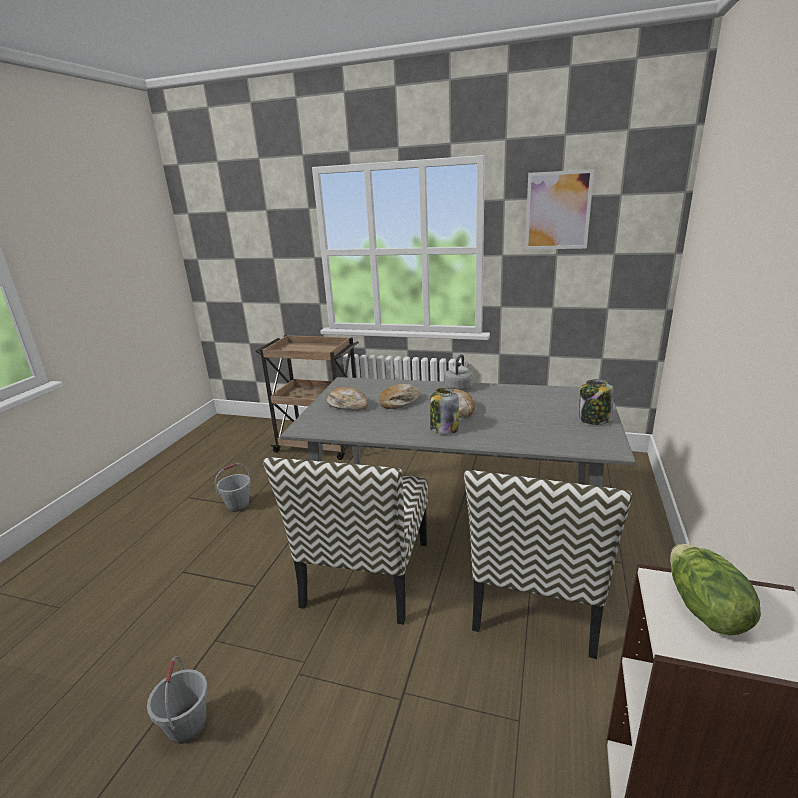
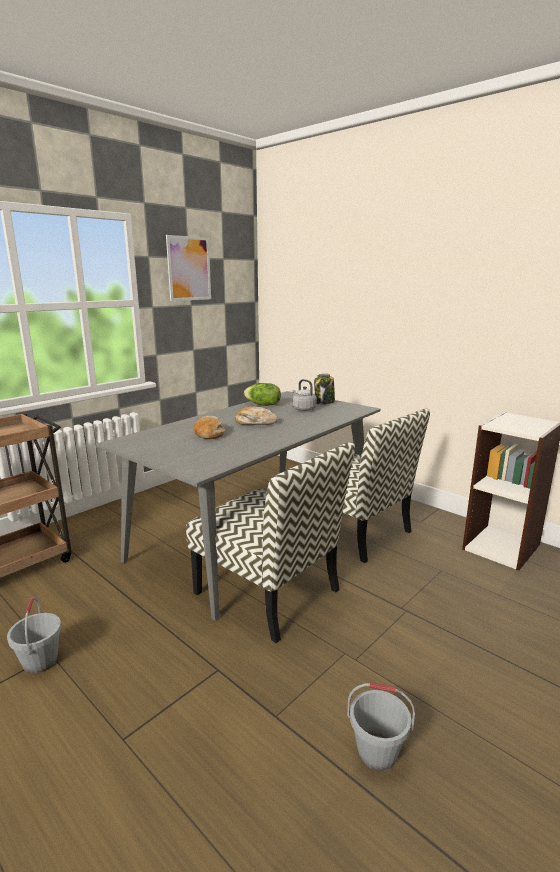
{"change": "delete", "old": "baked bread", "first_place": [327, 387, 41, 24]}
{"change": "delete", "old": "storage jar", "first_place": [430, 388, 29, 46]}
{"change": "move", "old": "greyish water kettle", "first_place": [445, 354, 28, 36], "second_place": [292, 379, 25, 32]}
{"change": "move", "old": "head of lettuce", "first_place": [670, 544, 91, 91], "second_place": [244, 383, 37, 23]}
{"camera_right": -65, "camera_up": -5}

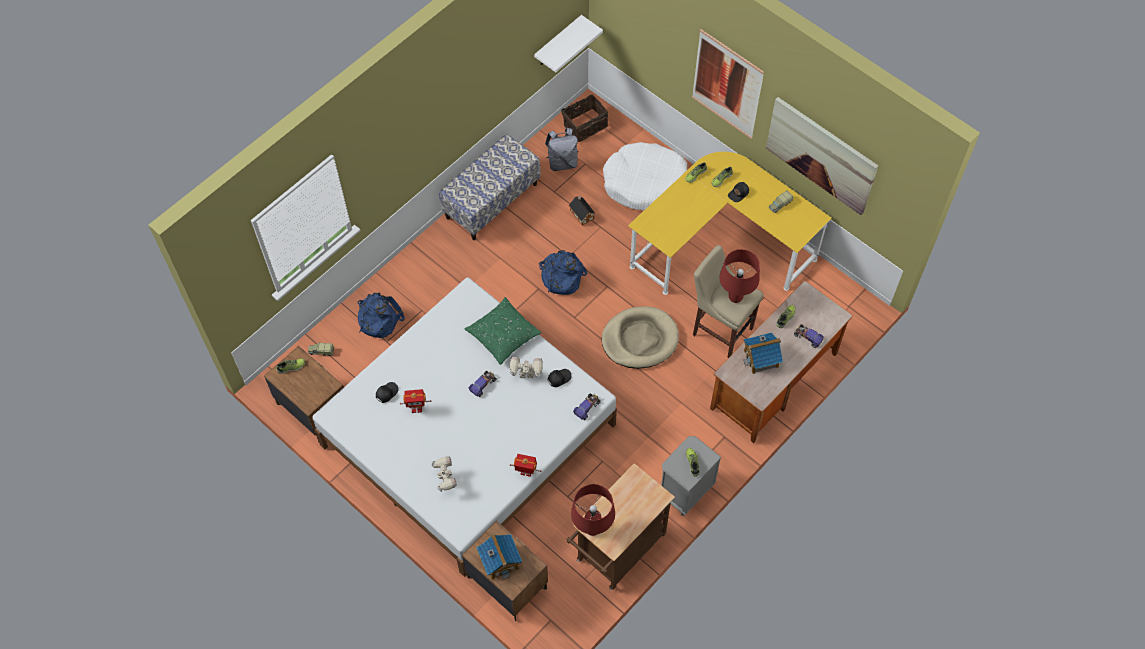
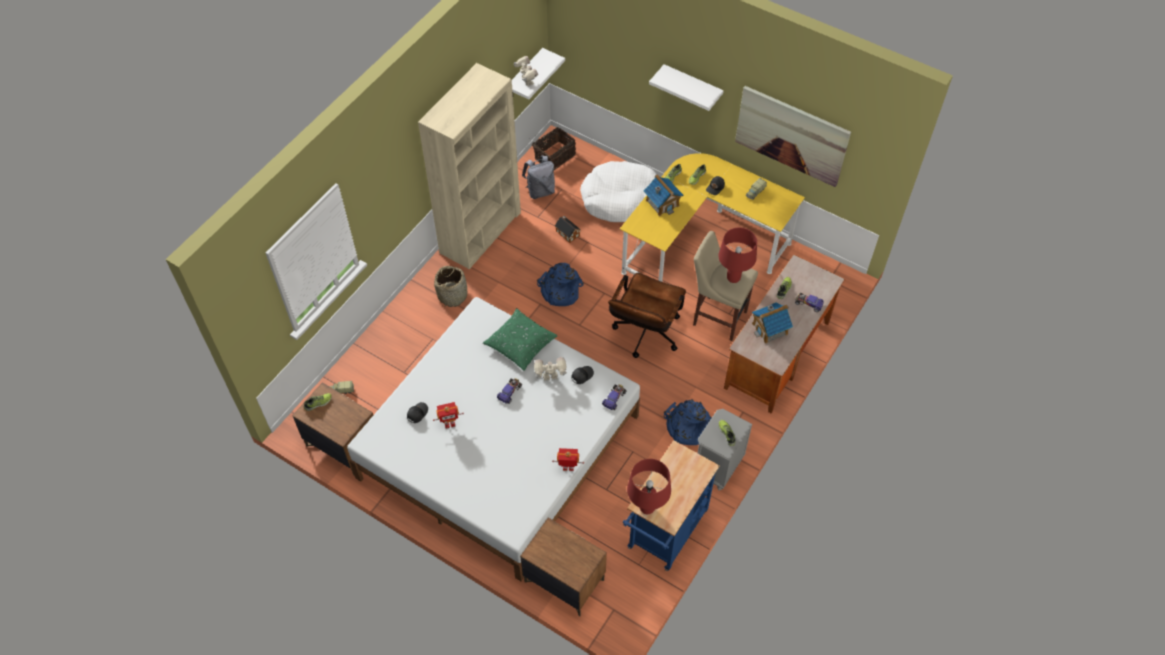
{"change": "insert", "new": "storage basket", "second_place": [434, 266, 33, 41]}
{"change": "move", "old": "blue-coloured knapsack", "first_place": [357, 293, 48, 45], "second_place": [664, 400, 48, 45]}
{"change": "move", "old": "robot figure", "first_place": [432, 457, 25, 35], "second_place": [514, 56, 24, 30]}
{"change": "move", "old": "toy house", "first_place": [477, 534, 45, 46], "second_place": [643, 174, 40, 42]}
{"change": "replace", "old": "long seat", "new": "sand-coloured bookcase", "first_place": [439, 134, 102, 106], "second_place": [418, 63, 103, 206]}
{"change": "replace", "old": "sand-coloured pet bed", "new": "brownish computer chair", "first_place": [602, 306, 77, 63], "second_place": [608, 273, 78, 85]}
{"change": "replace", "old": "wall picture", "new": "whitish bracket shelf", "first_place": [692, 29, 72, 110], "second_place": [649, 64, 75, 47]}
{"change": "recolor", "old": "brownish wheeled cart", "new": "blue-coloured wheeled cart", "first_place": [566, 463, 109, 127], "second_place": [623, 440, 97, 131]}
{"camera_right": -10, "camera_up": -5}

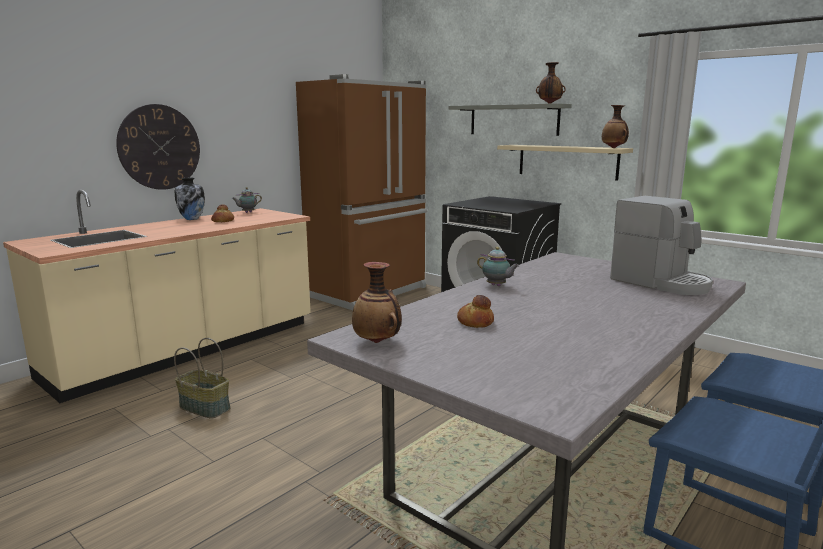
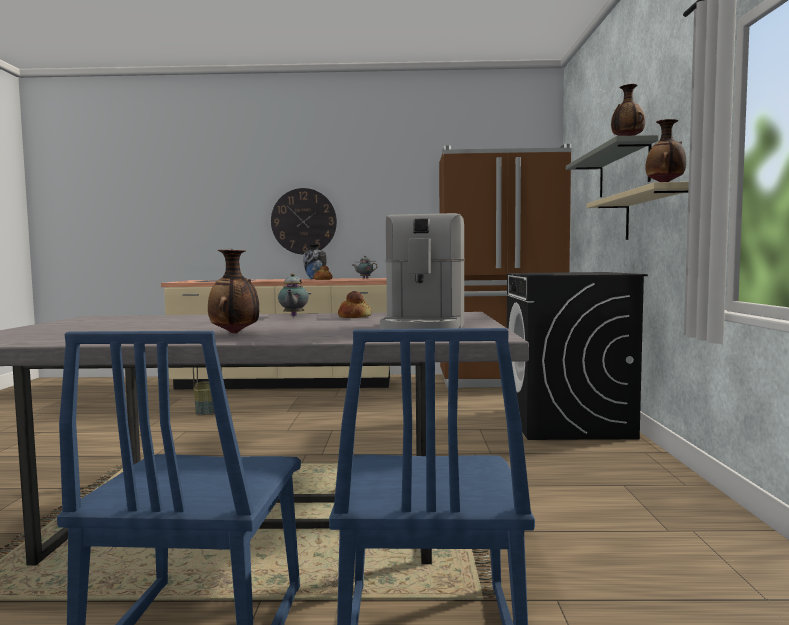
{"change": "move", "old": "decorative vase", "first_place": [352, 262, 50, 81], "second_place": [208, 250, 51, 84]}
{"change": "move", "old": "baked bread", "first_place": [457, 295, 37, 33], "second_place": [338, 291, 34, 27]}
{"camera_right": 50, "camera_up": -10}

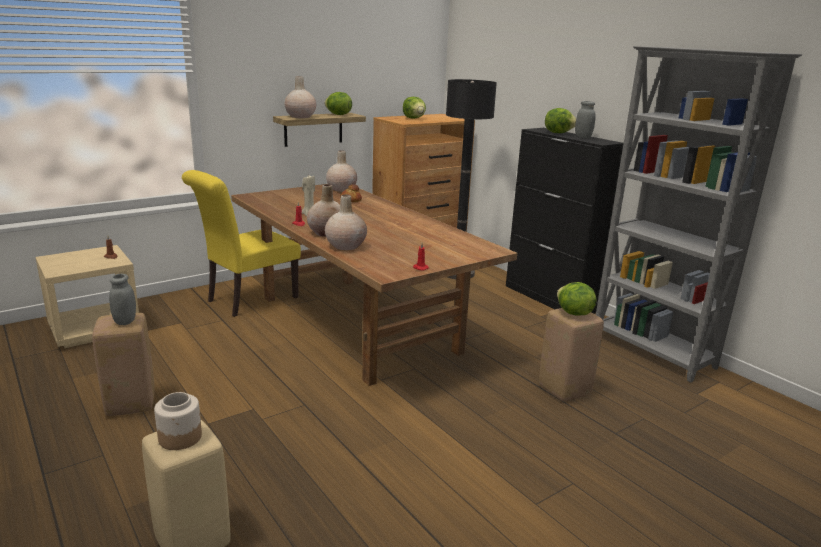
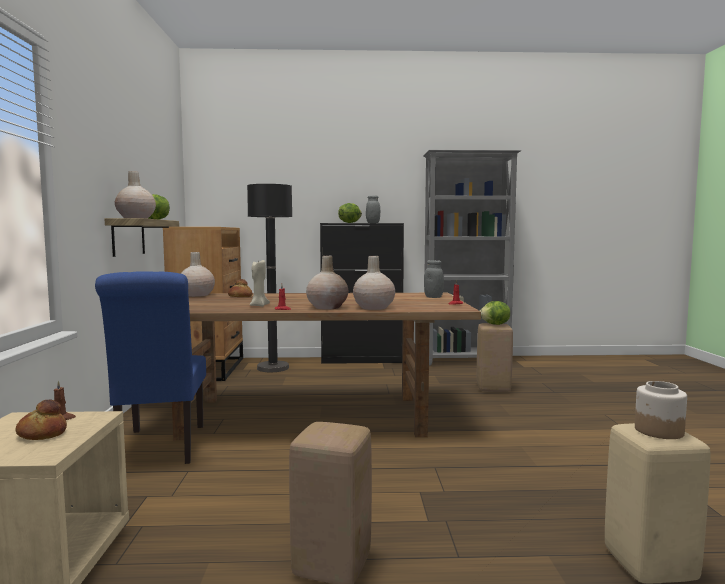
{"change": "delete", "old": "head of lettuce", "first_place": [403, 97, 23, 22]}
{"change": "insert", "new": "baked bread", "second_place": [15, 399, 52, 41]}
{"change": "move", "old": "greyish storage jar", "first_place": [109, 274, 27, 51], "second_place": [424, 260, 20, 38]}
{"change": "recolor", "old": "yellow-coloured chair", "new": "blue-coloured chair", "first_place": [182, 170, 119, 147], "second_place": [95, 271, 111, 193]}
{"camera_right": -55, "camera_up": -15}

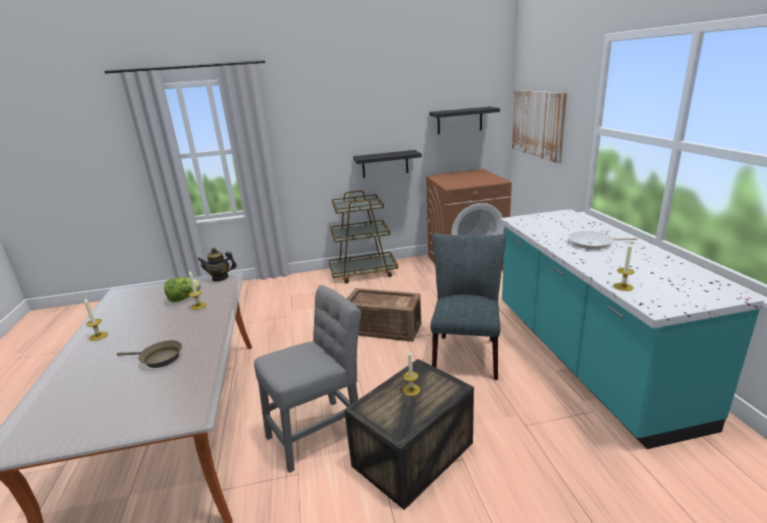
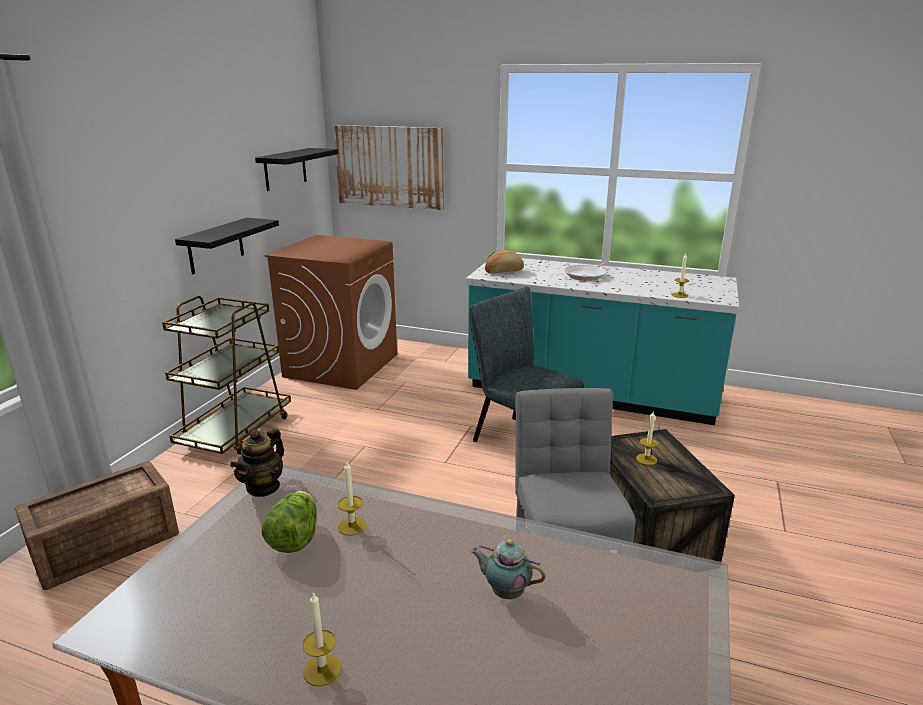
{"change": "insert", "new": "baked bread", "second_place": [485, 250, 39, 24]}
{"change": "move", "old": "crate", "first_place": [347, 288, 74, 54], "second_place": [15, 461, 164, 129]}
{"change": "replace", "old": "brownish skillet", "new": "tea pot", "first_place": [117, 340, 65, 28], "second_place": [471, 539, 75, 60]}
{"camera_right": -60, "camera_up": 0}

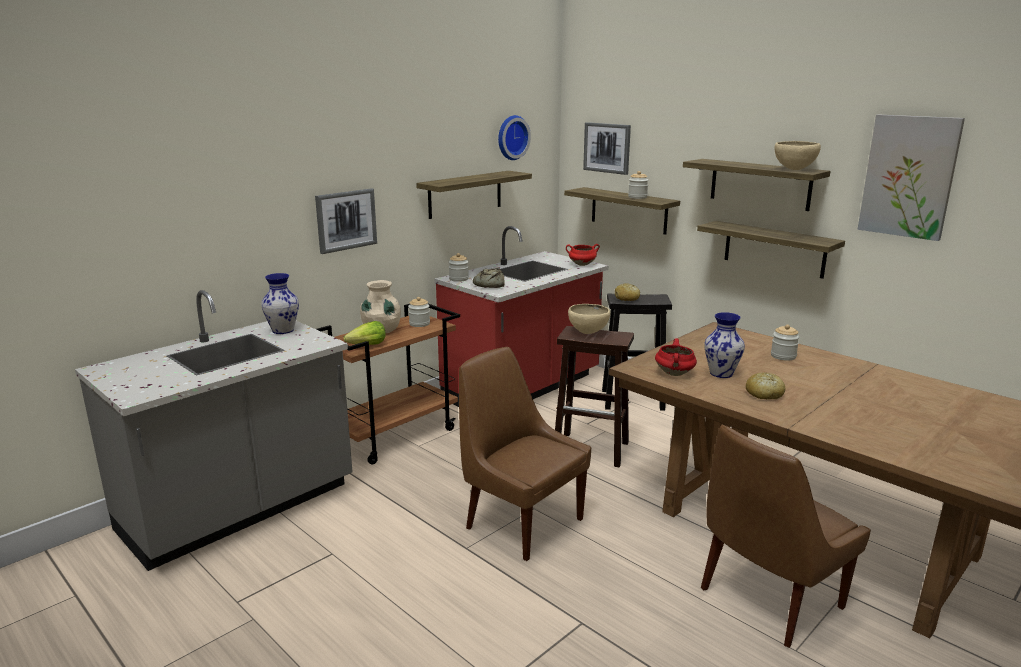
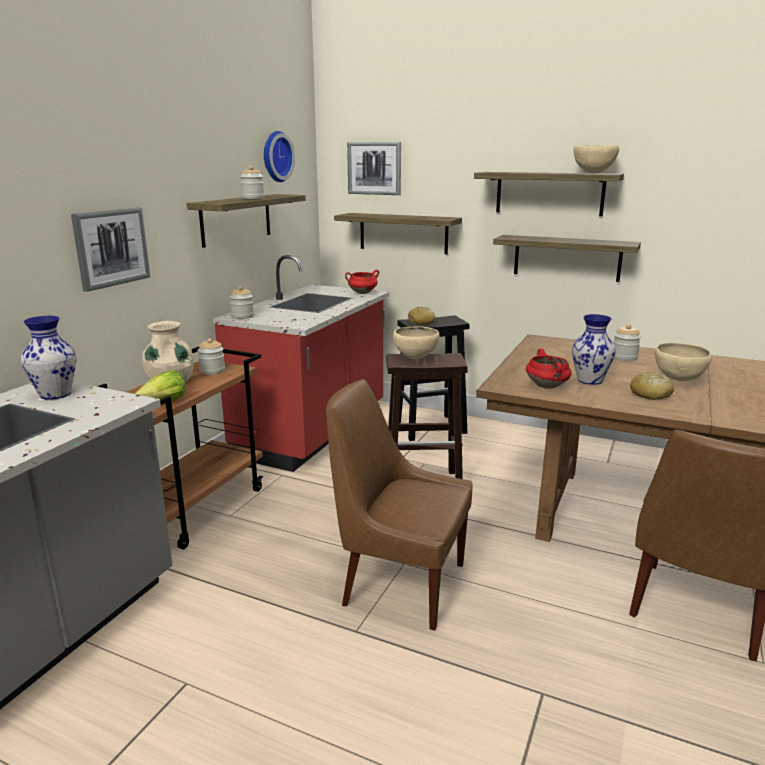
{"change": "delete", "old": "baked bread", "first_place": [473, 268, 32, 20]}
{"change": "delete", "old": "wall picture", "first_place": [857, 115, 108, 126]}
{"change": "insert", "new": "sand-coloured serving bowl", "second_place": [655, 343, 57, 38]}
{"change": "move", "old": "storage jar", "first_place": [628, 171, 20, 28], "second_place": [240, 166, 25, 33]}
{"camera_right": -20, "camera_up": 0}

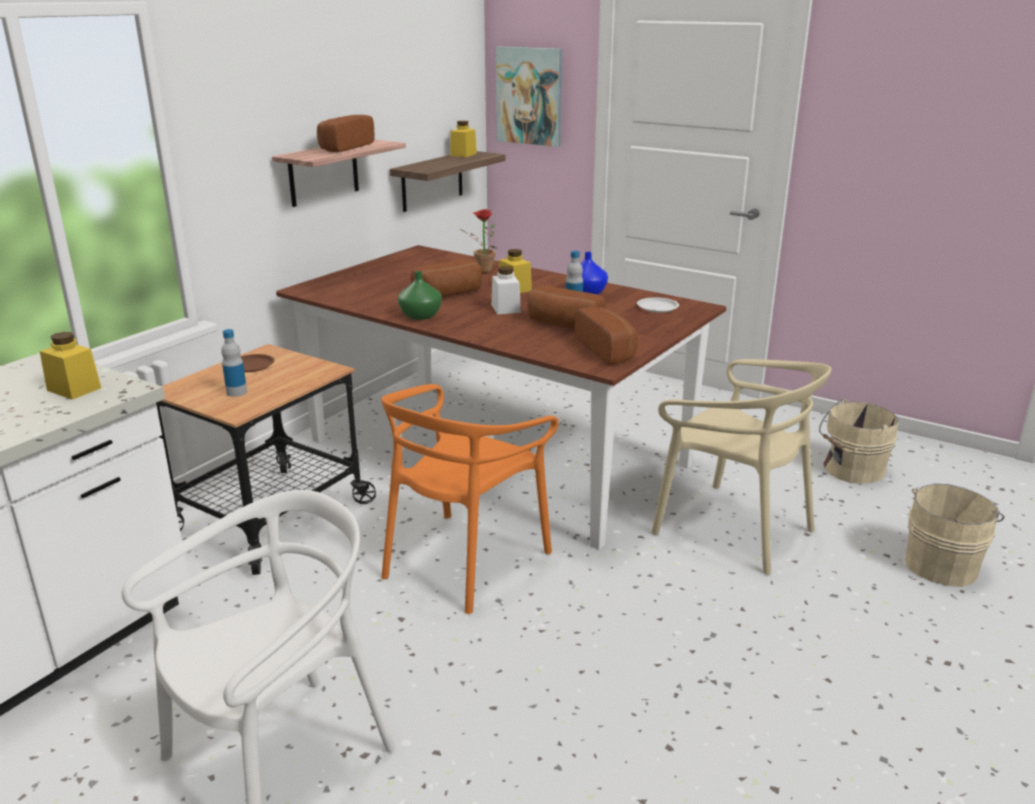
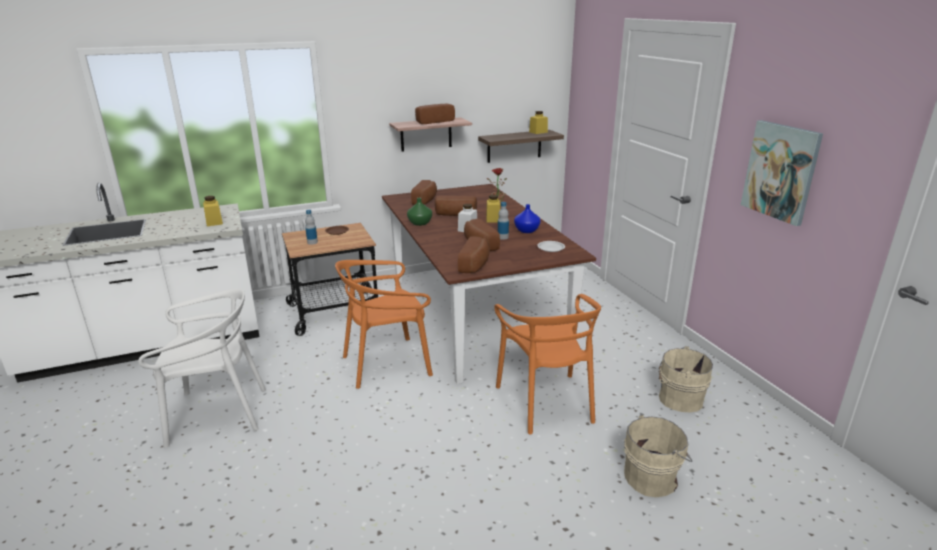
{"change": "insert", "new": "baked bread", "second_place": [411, 180, 26, 25]}
{"change": "move", "old": "wall picture", "first_place": [496, 46, 66, 101], "second_place": [741, 120, 82, 106]}
{"change": "recolor", "old": "sand-coloured chair", "new": "orange-coloured chair", "first_place": [651, 359, 180, 215], "second_place": [494, 294, 107, 141]}
{"camera_right": 35, "camera_up": 0}

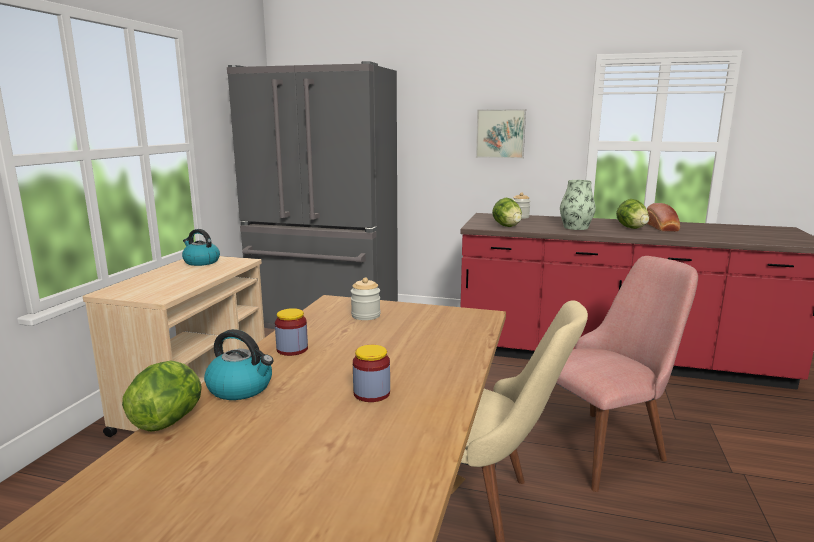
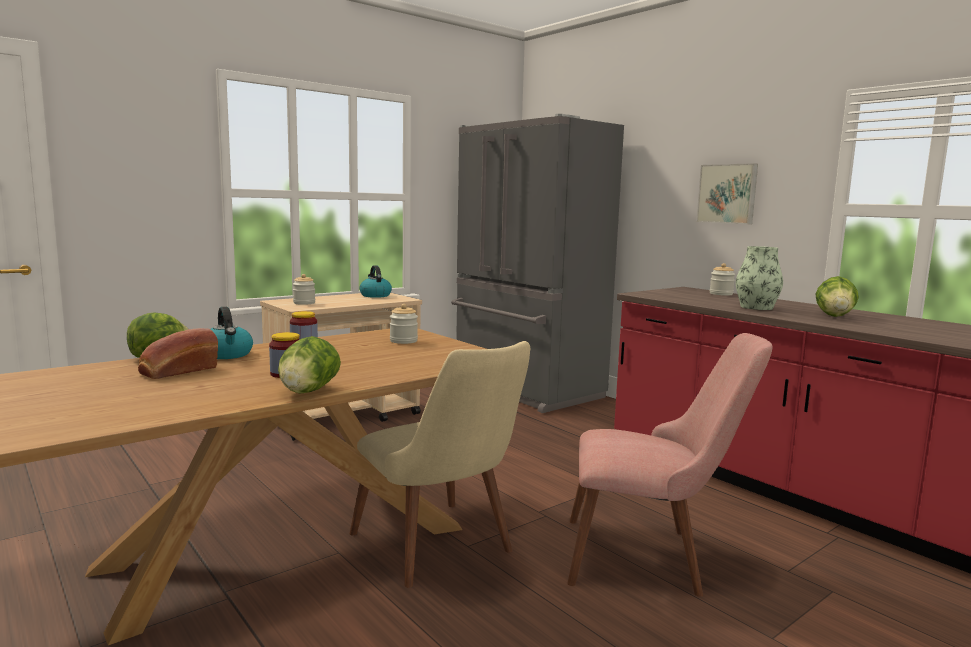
{"change": "insert", "new": "storage jar", "second_place": [293, 274, 22, 31]}
{"change": "move", "old": "head of lettuce", "first_place": [492, 198, 30, 29], "second_place": [278, 336, 63, 57]}
{"change": "move", "old": "baked bread", "first_place": [647, 203, 33, 29], "second_place": [138, 328, 80, 51]}
{"camera_right": 35, "camera_up": -5}

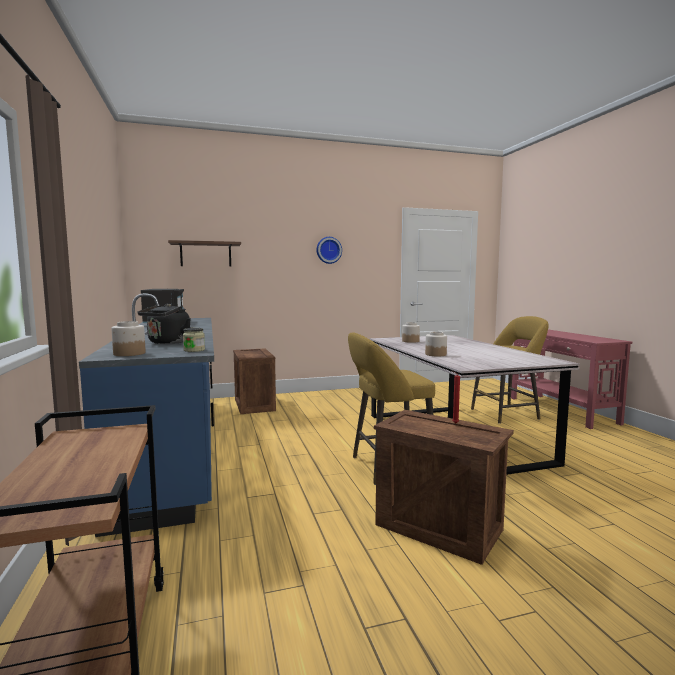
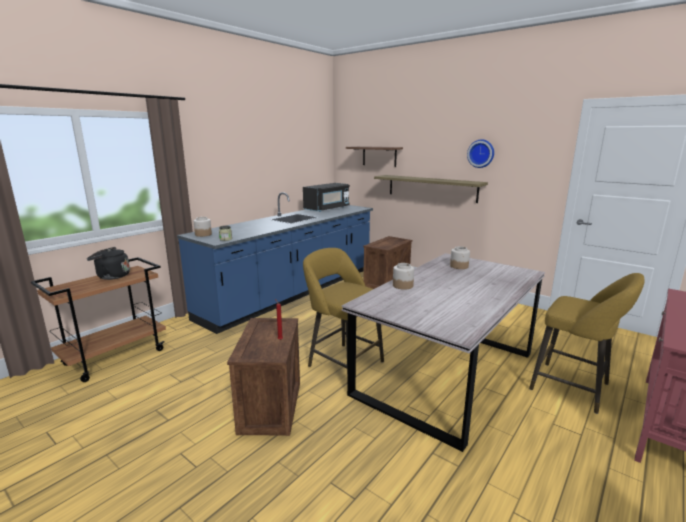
{"change": "insert", "new": "bracket shelf", "second_place": [374, 175, 114, 28]}
{"change": "move", "old": "blackish water kettle", "first_place": [138, 303, 53, 41], "second_place": [87, 247, 43, 33]}
{"camera_right": 55, "camera_up": 10}

